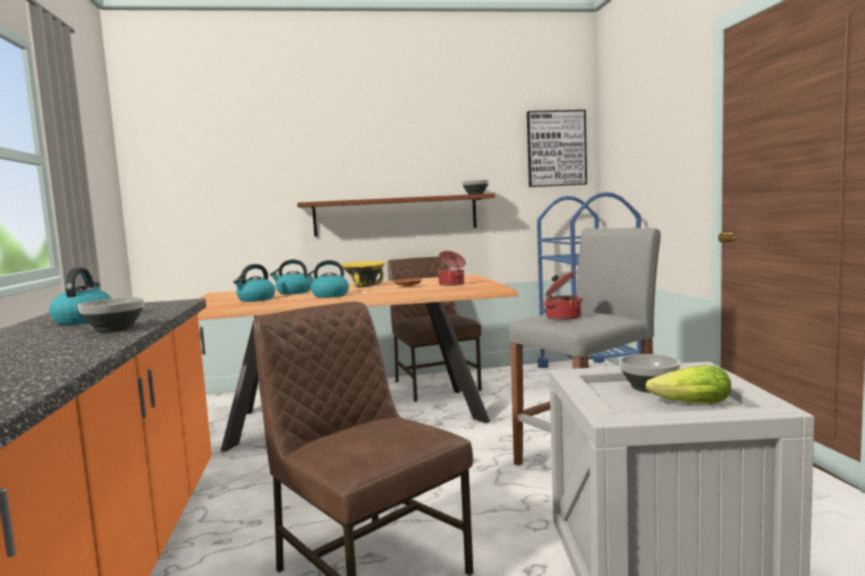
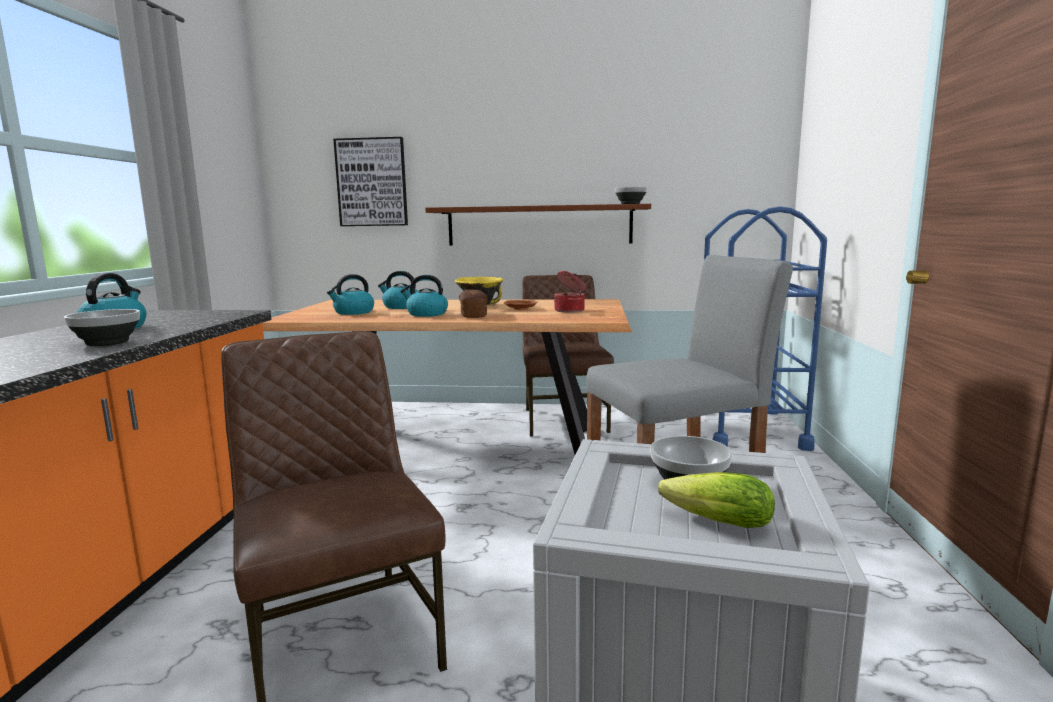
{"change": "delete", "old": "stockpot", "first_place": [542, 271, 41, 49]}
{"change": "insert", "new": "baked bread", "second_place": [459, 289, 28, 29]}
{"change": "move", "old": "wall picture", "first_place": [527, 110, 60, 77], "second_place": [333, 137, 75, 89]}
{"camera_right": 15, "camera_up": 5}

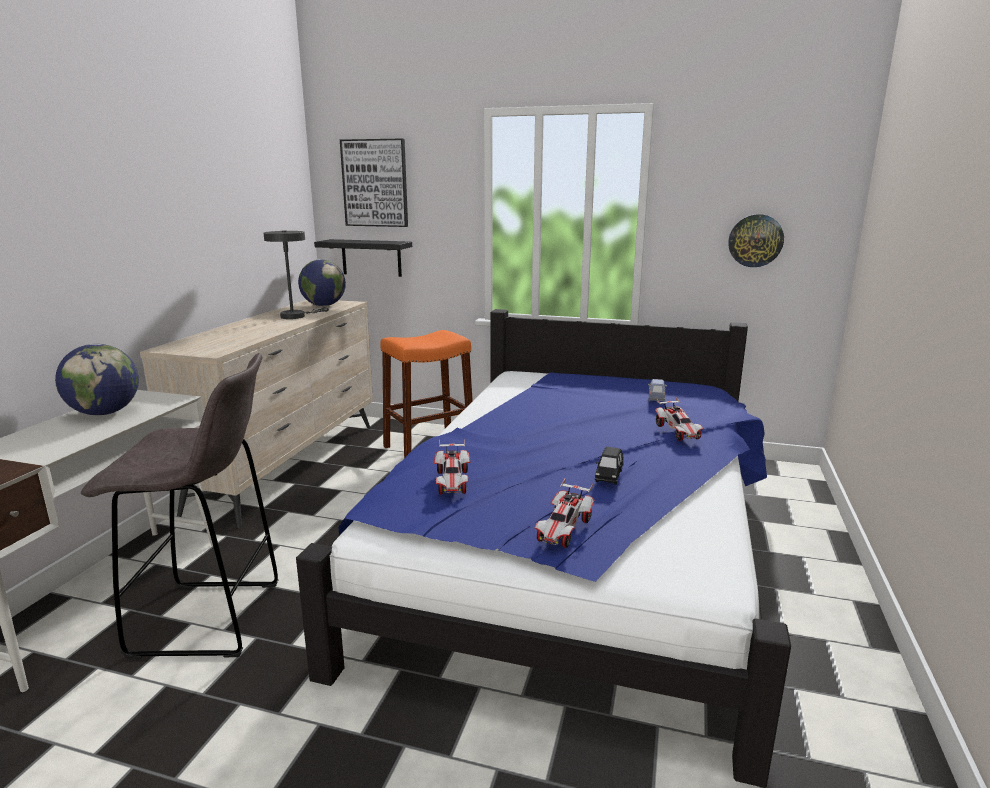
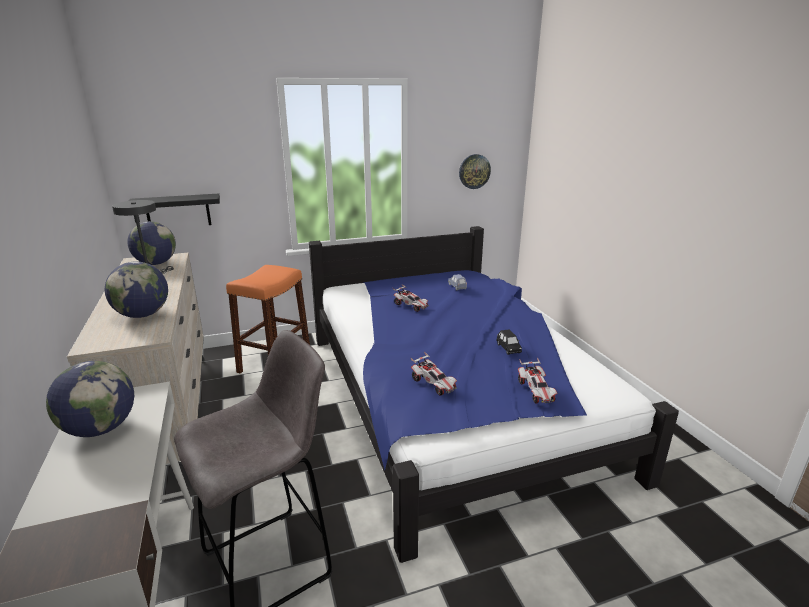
{"change": "delete", "old": "wall picture", "first_place": [340, 138, 68, 89]}
{"change": "insert", "new": "desk globe", "second_place": [105, 262, 63, 56]}
{"change": "move", "old": "toy car", "first_place": [655, 397, 48, 44], "second_place": [393, 284, 36, 28]}
{"camera_right": -35, "camera_up": 5}

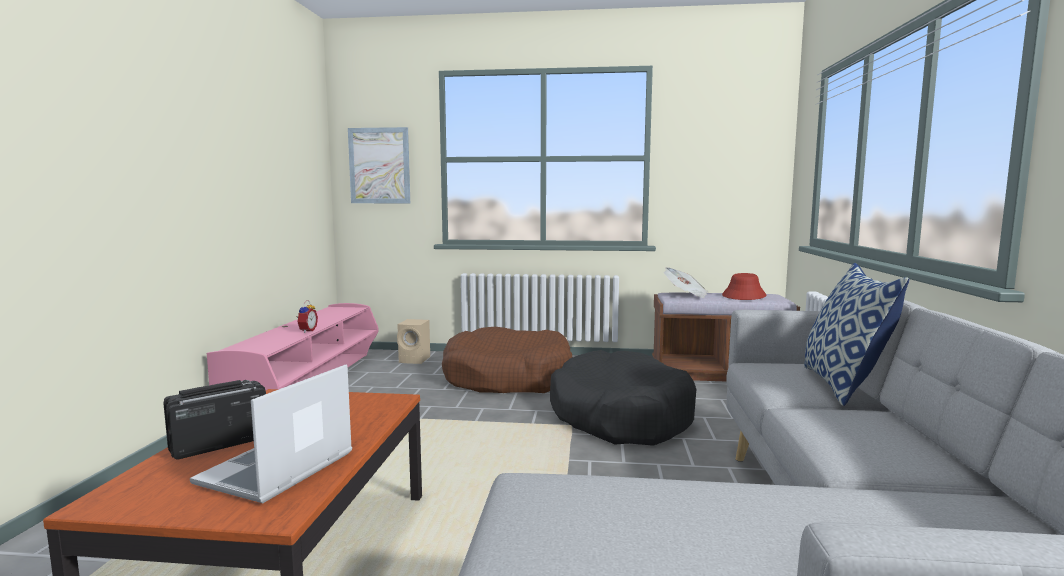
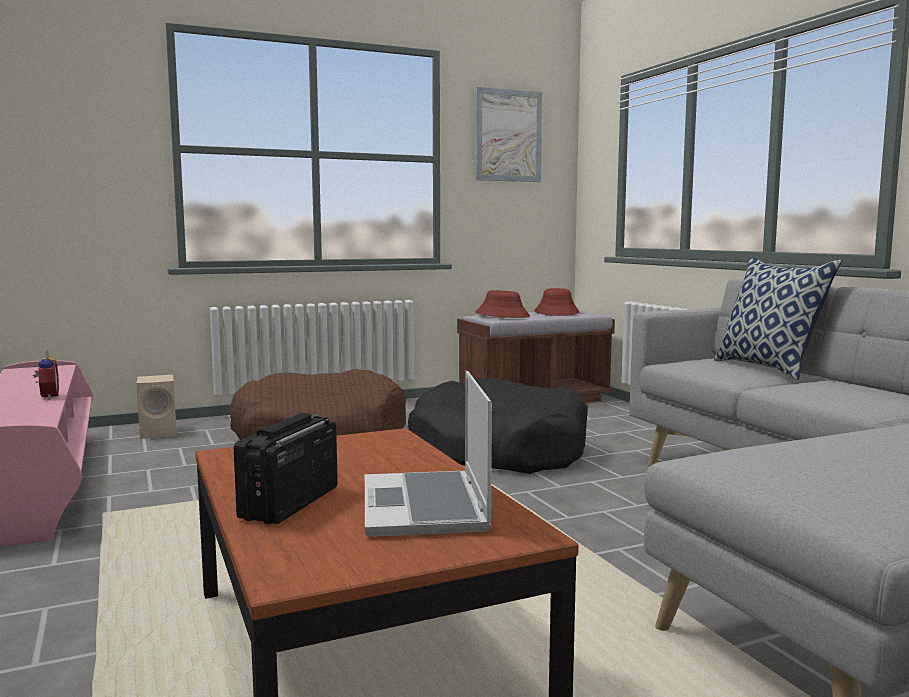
{"change": "move", "old": "wall picture", "first_place": [348, 127, 62, 76], "second_place": [475, 87, 67, 95]}
{"change": "replace", "old": "daily paper", "new": "reddish clothing hat", "first_place": [664, 267, 44, 31], "second_place": [475, 290, 55, 28]}
{"camera_right": -30, "camera_up": 0}

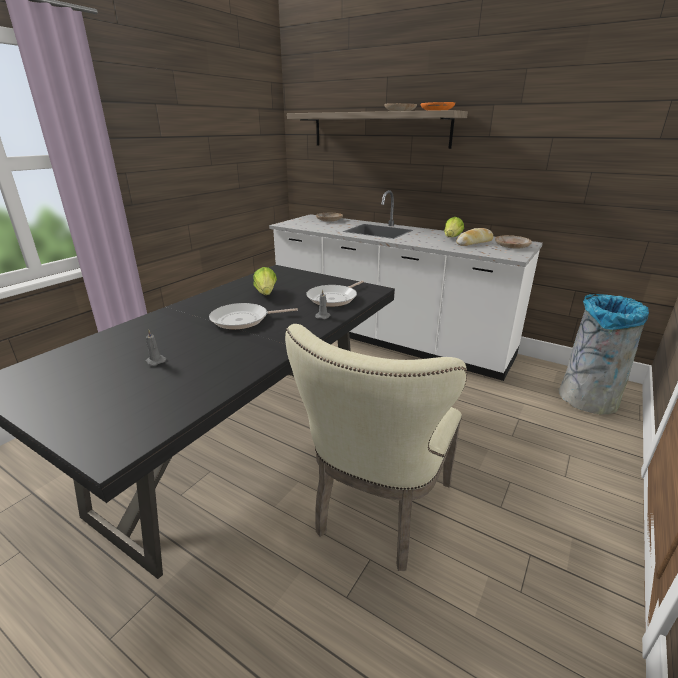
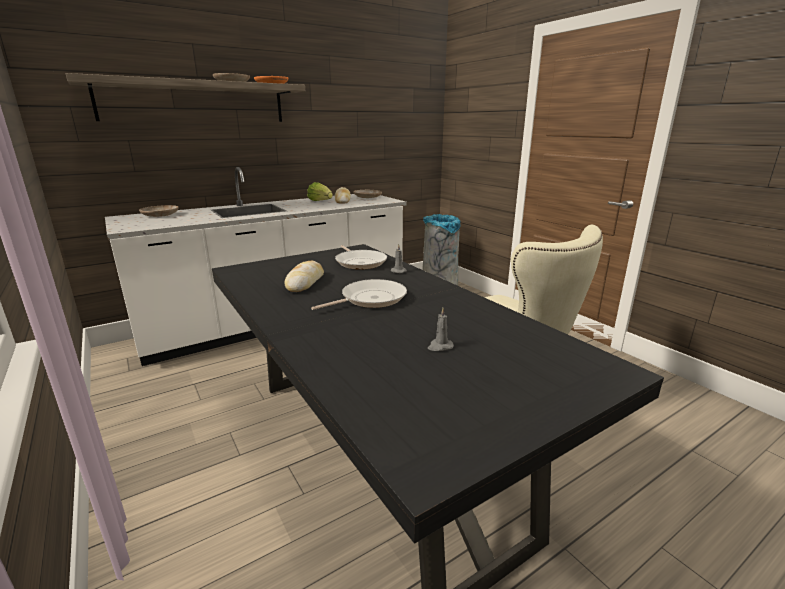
{"change": "replace", "old": "head of lettuce", "new": "baked bread", "first_place": [253, 267, 24, 28], "second_place": [284, 261, 40, 31]}
{"change": "rotate", "old": "skillet", "first_place": [209, 303, 89, 26], "second_place": [311, 279, 96, 31], "degrees": -135}
{"camera_right": -65, "camera_up": -5}

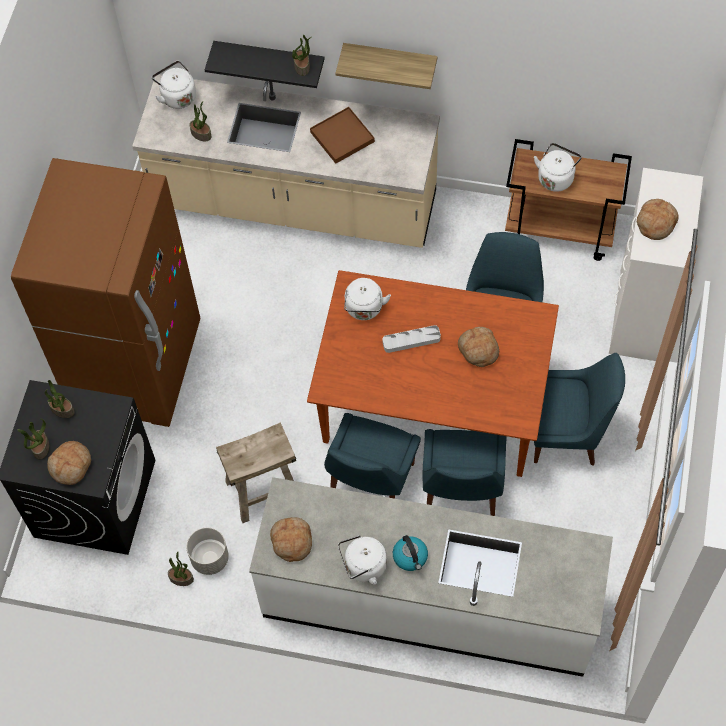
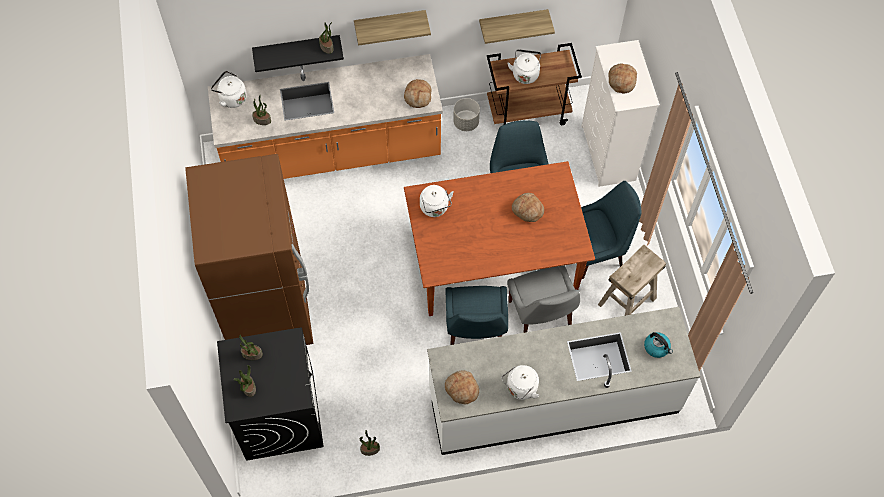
{"change": "delete", "old": "brownish tray", "first_place": [310, 107, 65, 57]}
{"change": "delete", "old": "greyish tray", "first_place": [383, 325, 58, 28]}
{"change": "insert", "new": "bracket shelf", "second_place": [479, 9, 76, 35]}
{"change": "move", "old": "baked bread", "first_place": [47, 441, 44, 44], "second_place": [404, 79, 28, 29]}
{"change": "move", "old": "greyish planter", "first_place": [187, 528, 42, 47], "second_place": [453, 98, 27, 33]}
{"change": "move", "old": "sand-coloured stool seat", "first_place": [216, 422, 80, 101], "second_place": [598, 245, 68, 71]}
{"change": "move", "old": "water kettle", "first_place": [393, 535, 35, 36], "second_place": [644, 332, 29, 26]}
{"change": "recolor", "old": "sand-coloured counter", "new": "orange-coloured counter", "first_place": [132, 74, 308, 174], "second_place": [208, 54, 235, 125]}
{"change": "recolor", "old": "blue-coloured chair", "new": "greyish chair", "first_place": [422, 429, 85, 87], "second_place": [507, 265, 73, 68]}
{"camera_right": -25, "camera_up": 0}

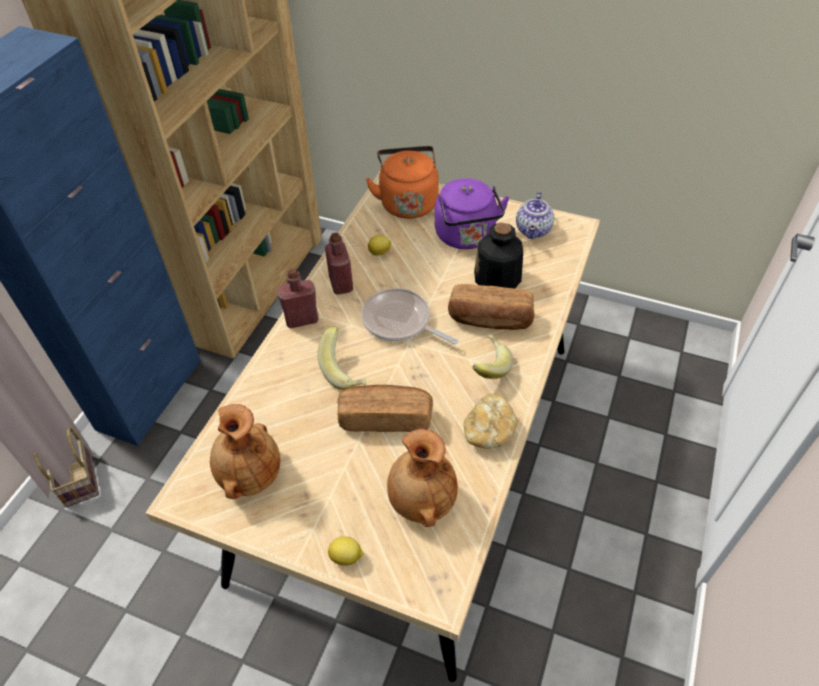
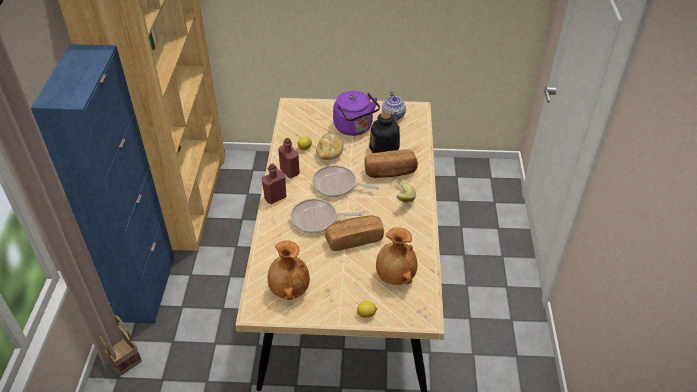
{"change": "delete", "old": "orange-coloured water kettle", "first_place": [366, 146, 73, 73]}
{"change": "move", "old": "baked bread", "first_place": [464, 394, 54, 55], "second_place": [316, 133, 28, 27]}
{"change": "replace", "old": "banana fruit", "new": "skillet", "first_place": [318, 326, 48, 64], "second_place": [291, 199, 71, 35]}
{"camera_right": -20, "camera_up": -5}

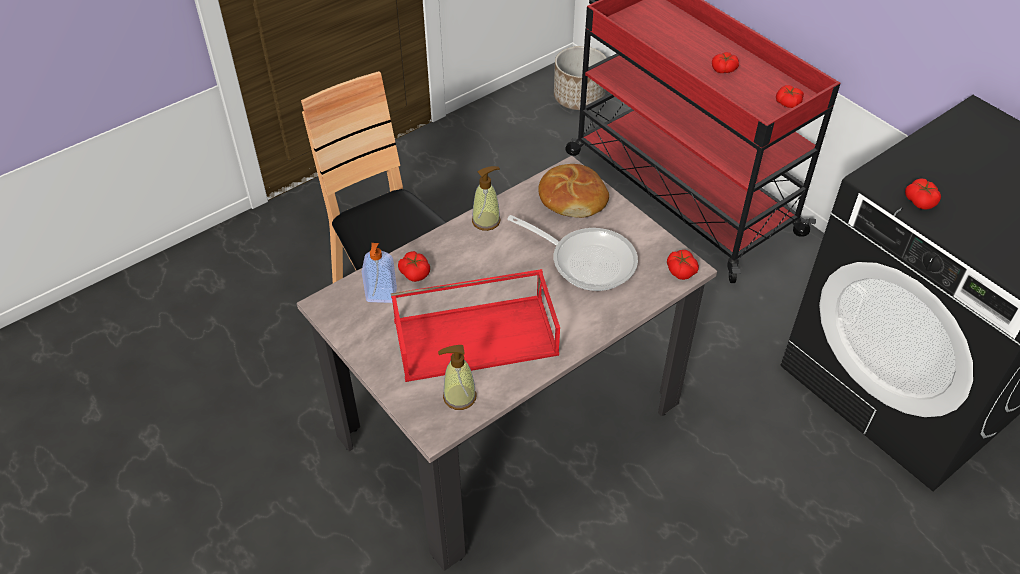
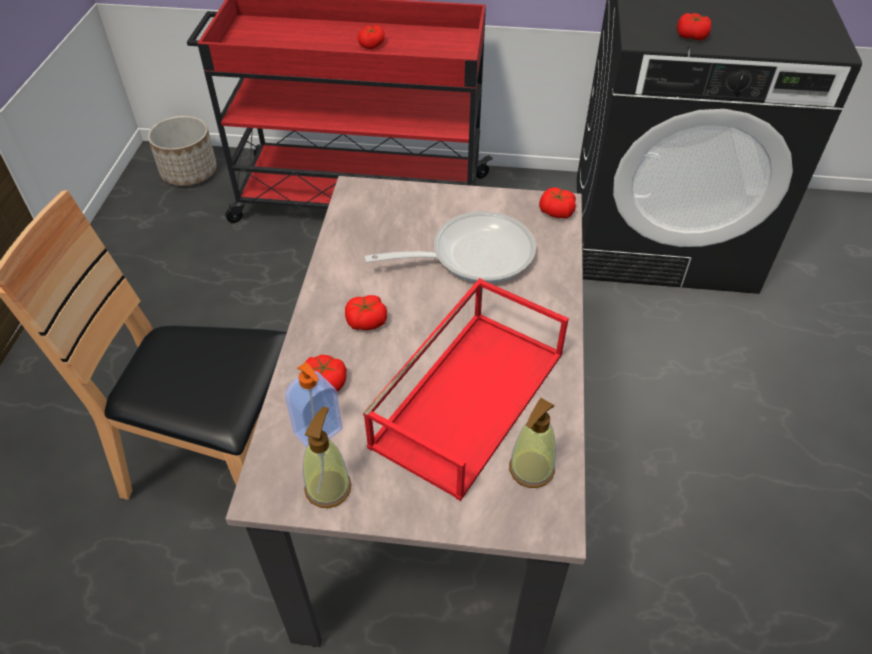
{"change": "delete", "old": "baked bread", "first_place": [538, 164, 71, 54]}
{"change": "move", "old": "soap bottle", "first_place": [472, 166, 29, 65], "second_place": [303, 407, 49, 101]}
{"change": "move", "old": "fresh tomato", "first_place": [776, 85, 28, 23], "second_place": [345, 295, 42, 35]}
{"camera_right": -45, "camera_up": 0}

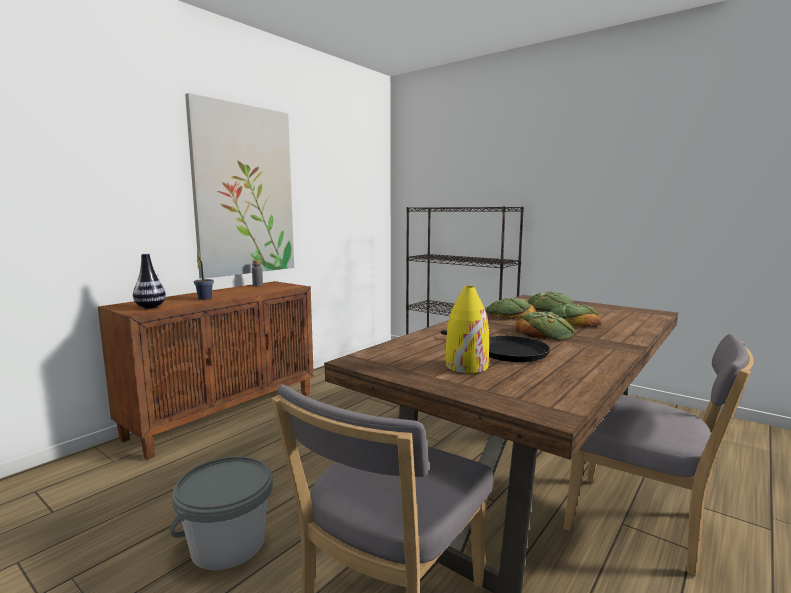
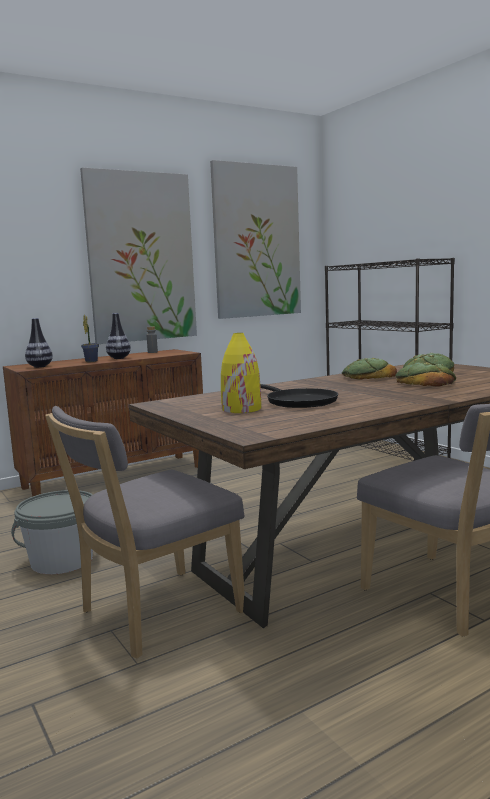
{"change": "delete", "old": "baked bread", "first_place": [515, 311, 60, 30]}
{"change": "insert", "new": "decorative vase", "second_place": [106, 313, 25, 46]}
{"change": "insert", "new": "wall picture", "second_place": [210, 160, 91, 159]}
{"camera_right": 20, "camera_up": 0}

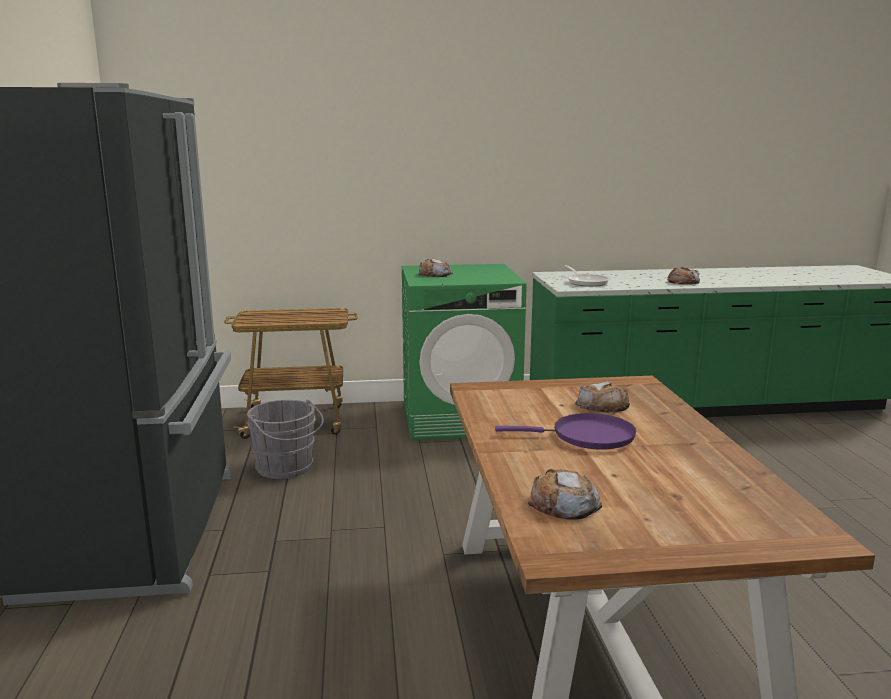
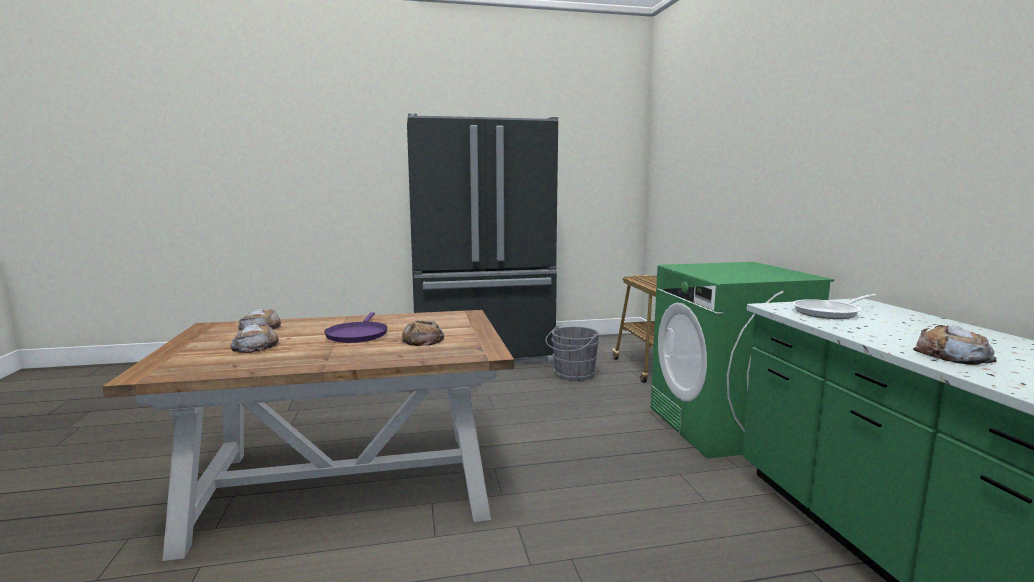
{"change": "move", "old": "baked bread", "first_place": [418, 258, 35, 19], "second_place": [230, 324, 51, 29]}
{"camera_right": 85, "camera_up": -5}

